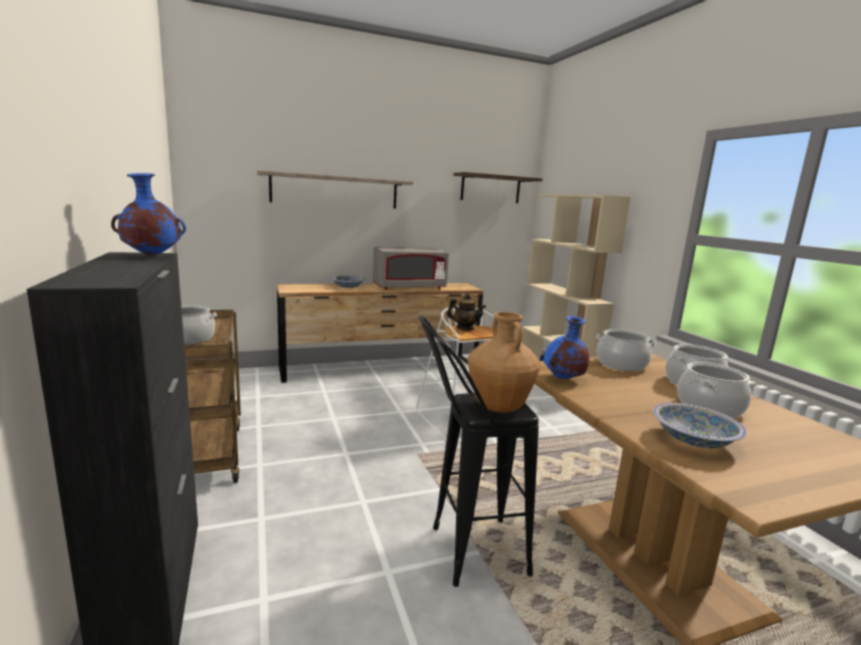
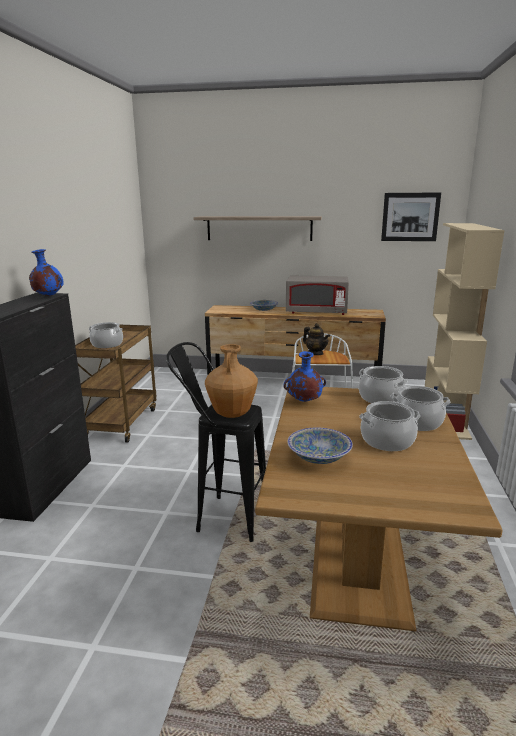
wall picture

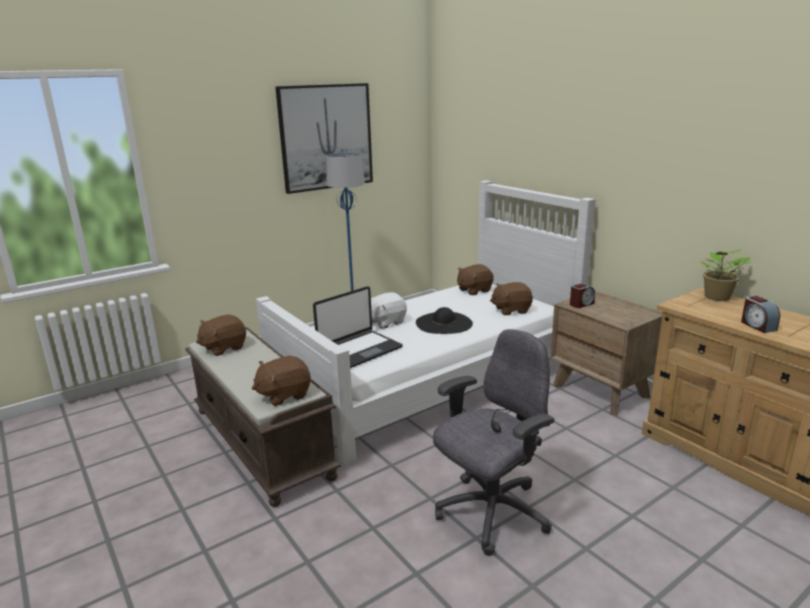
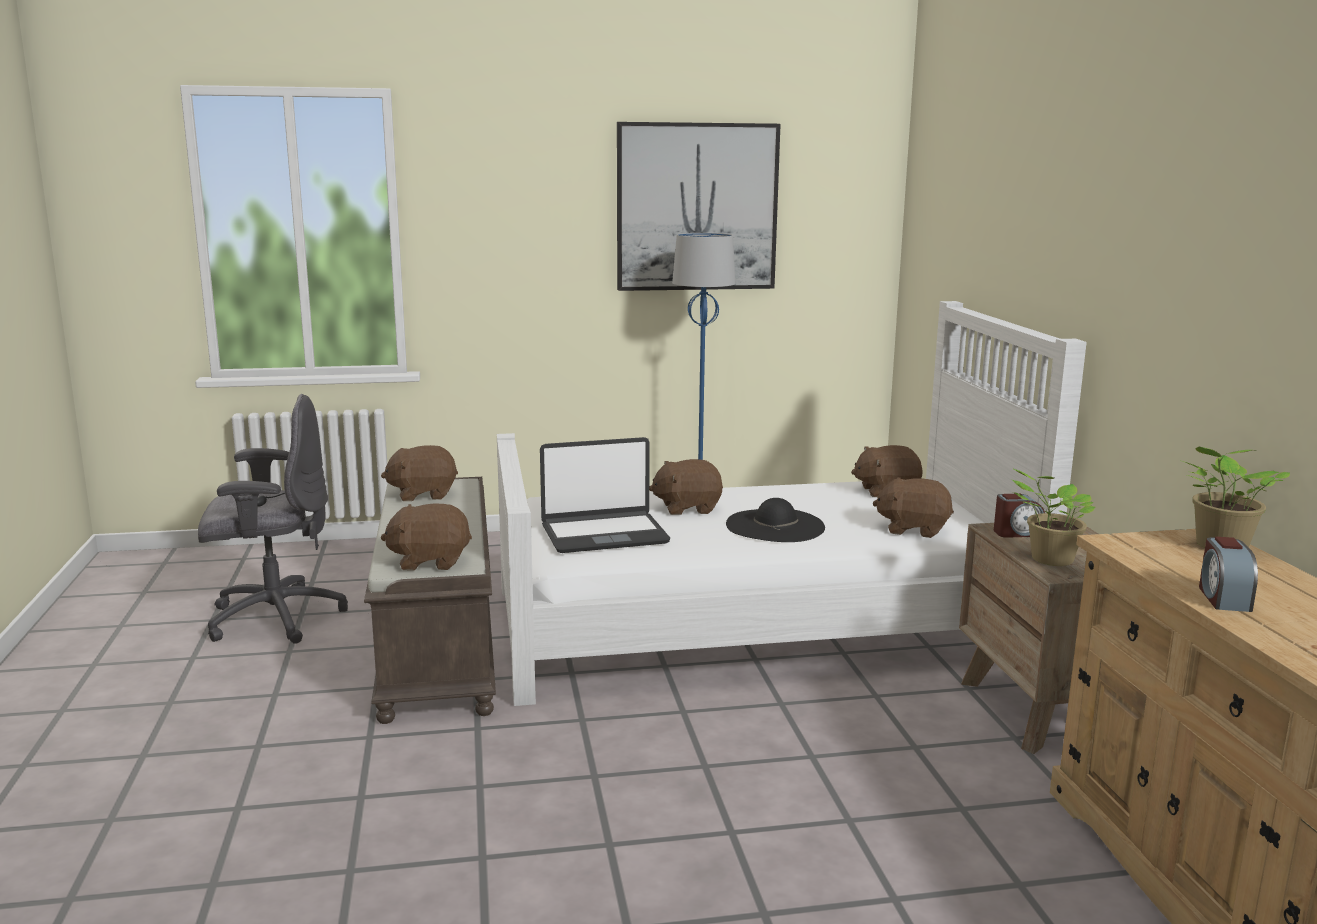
houseplant (1st from left); office chair (greyish); soft toy (brownish) (3rd from left)

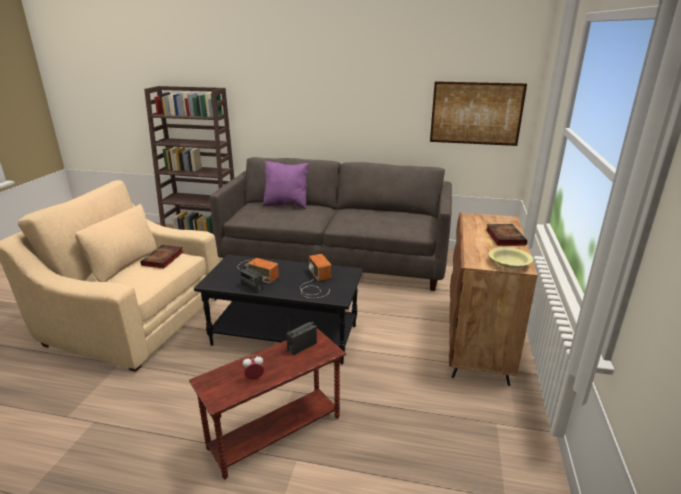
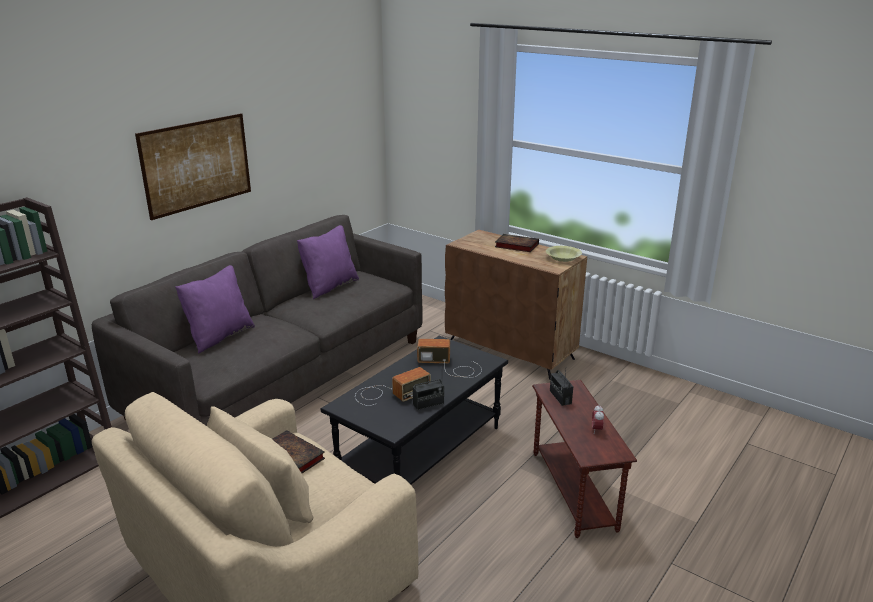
throw pillow (purplish) (2nd from left); wall picture

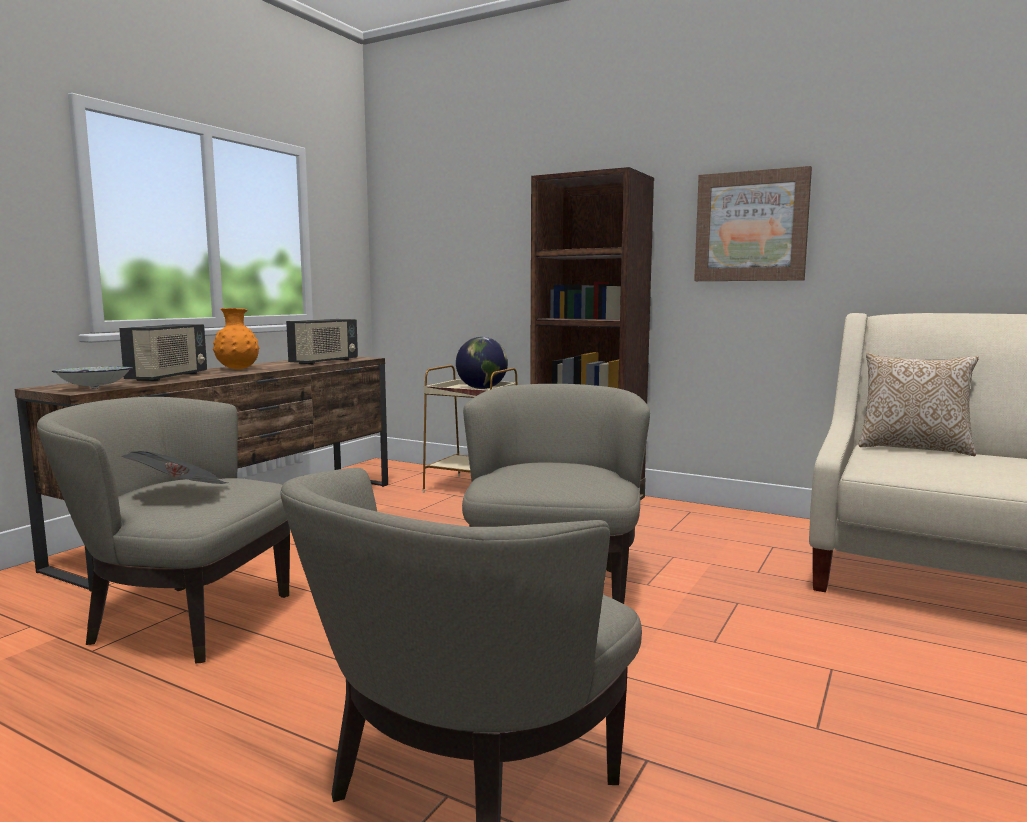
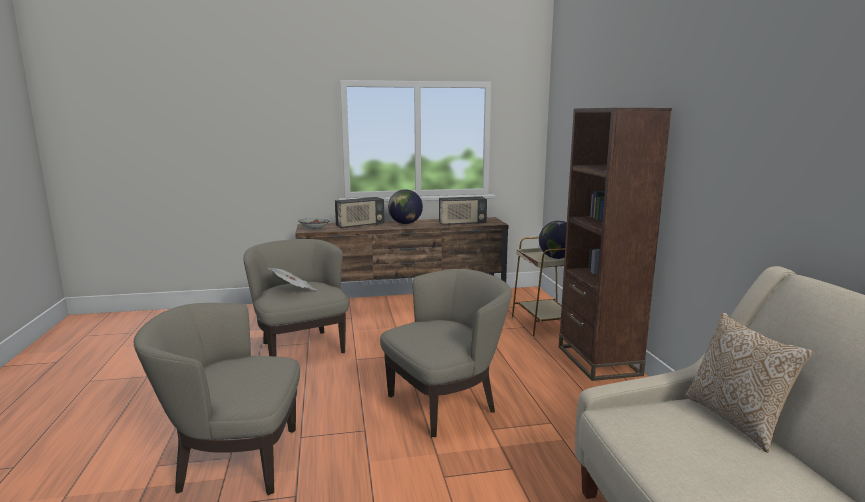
wall picture; world globe (1st from left)

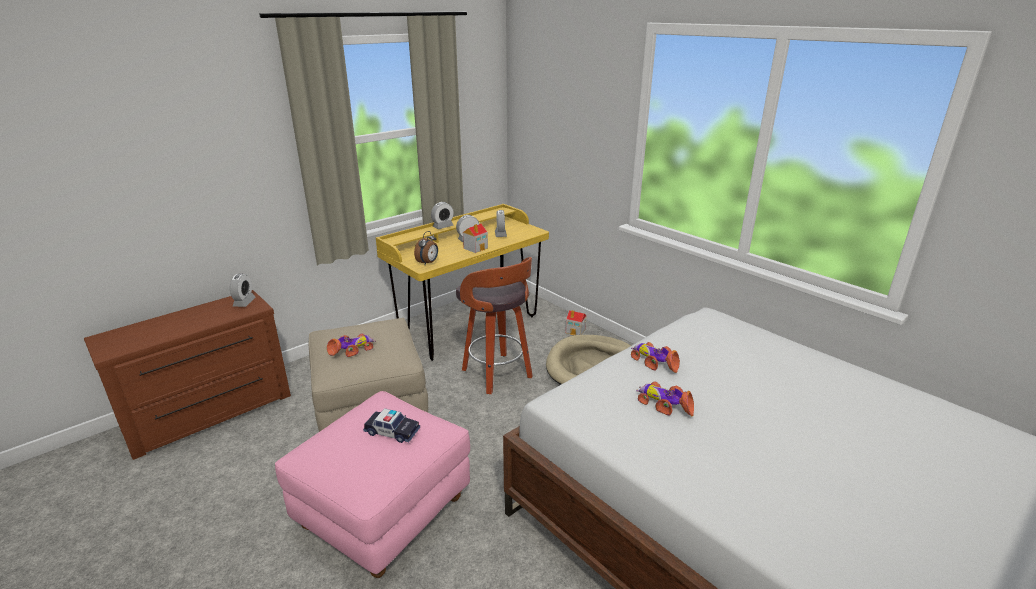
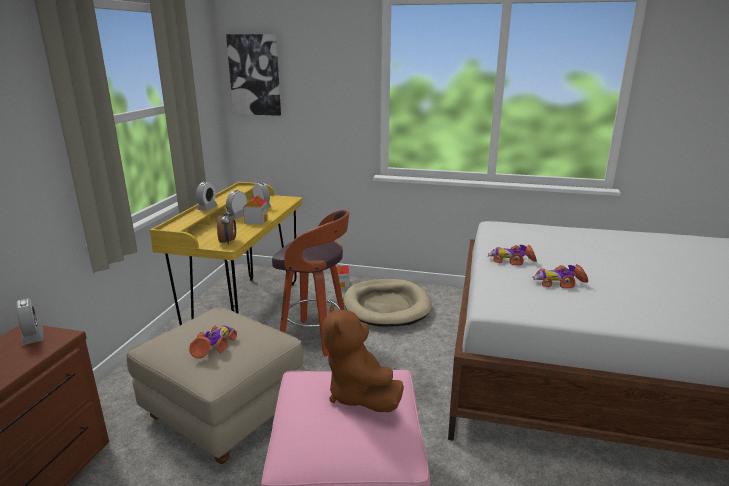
wall picture; soft toy (brownish)

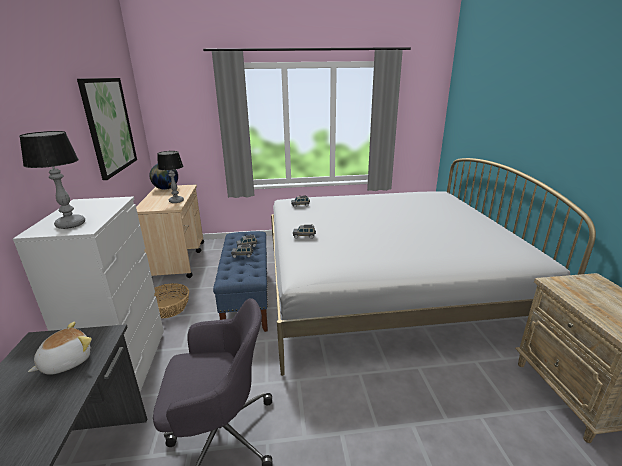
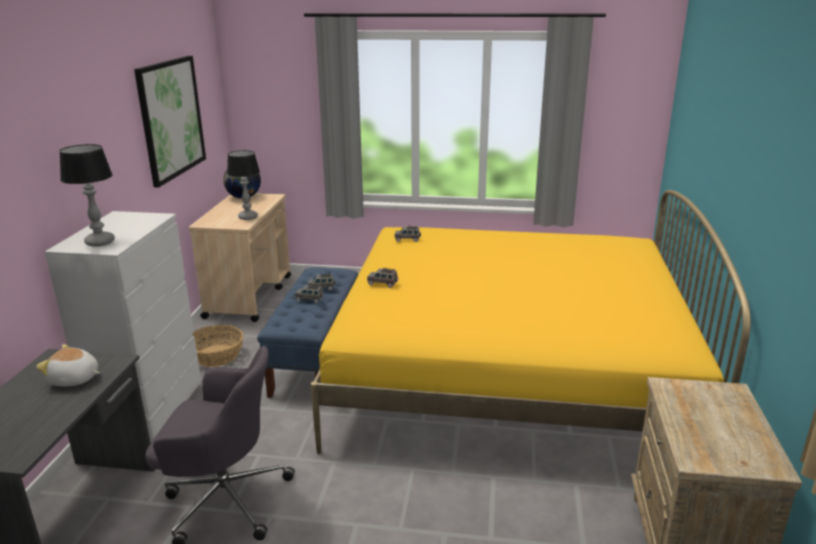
bedroom bed (yellowish); soft toy

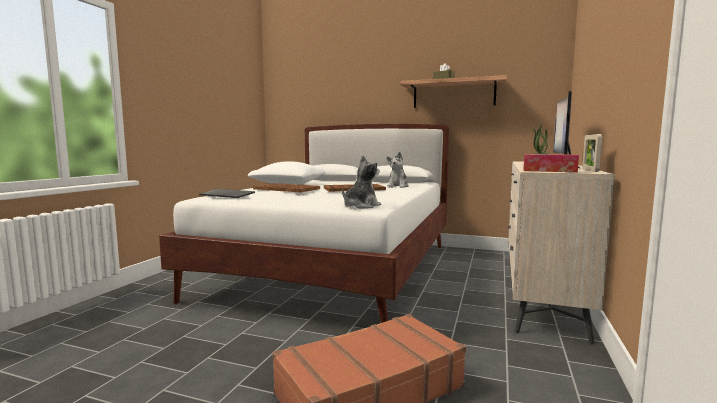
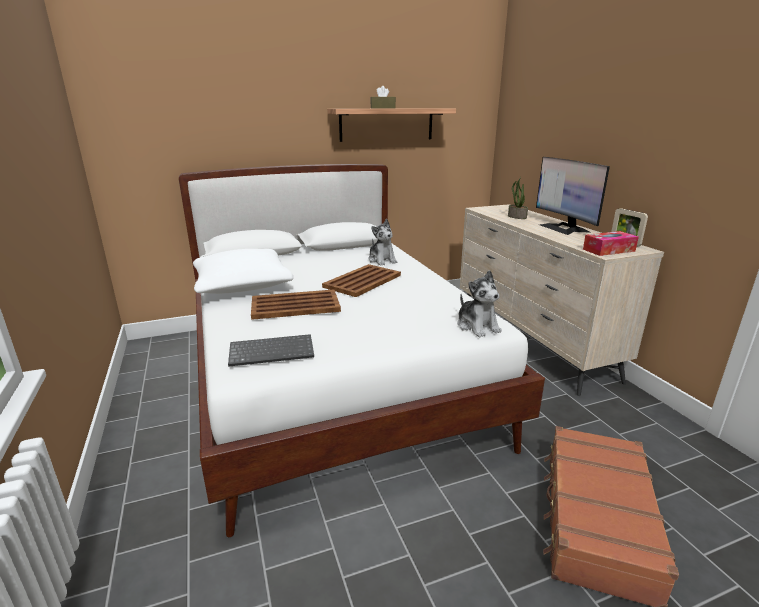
soft toy (2nd from left)

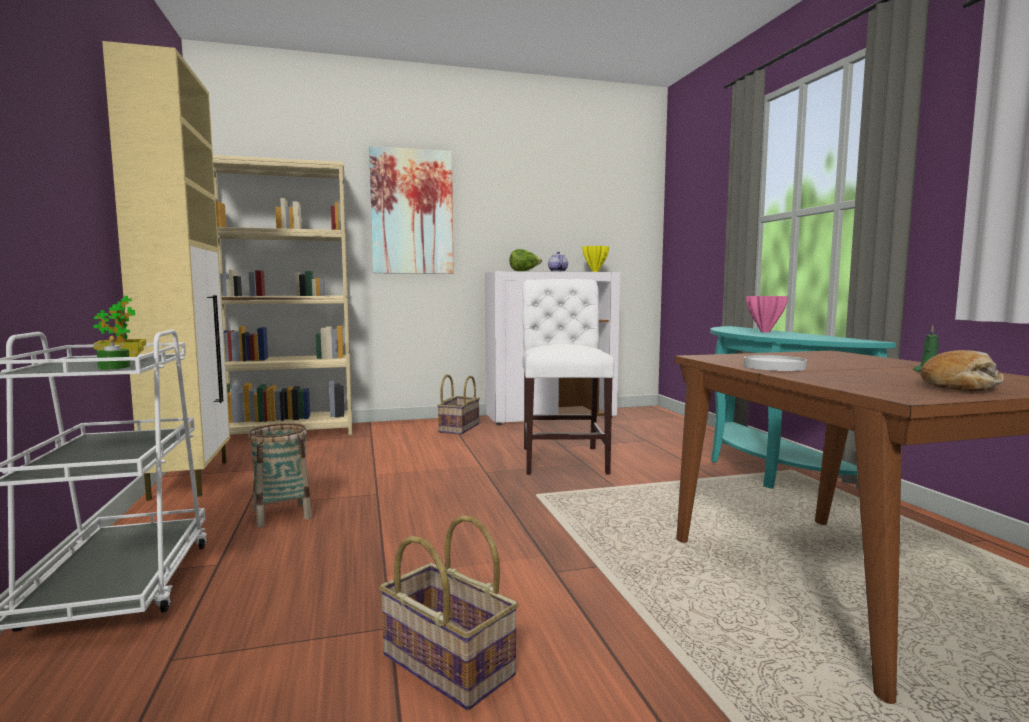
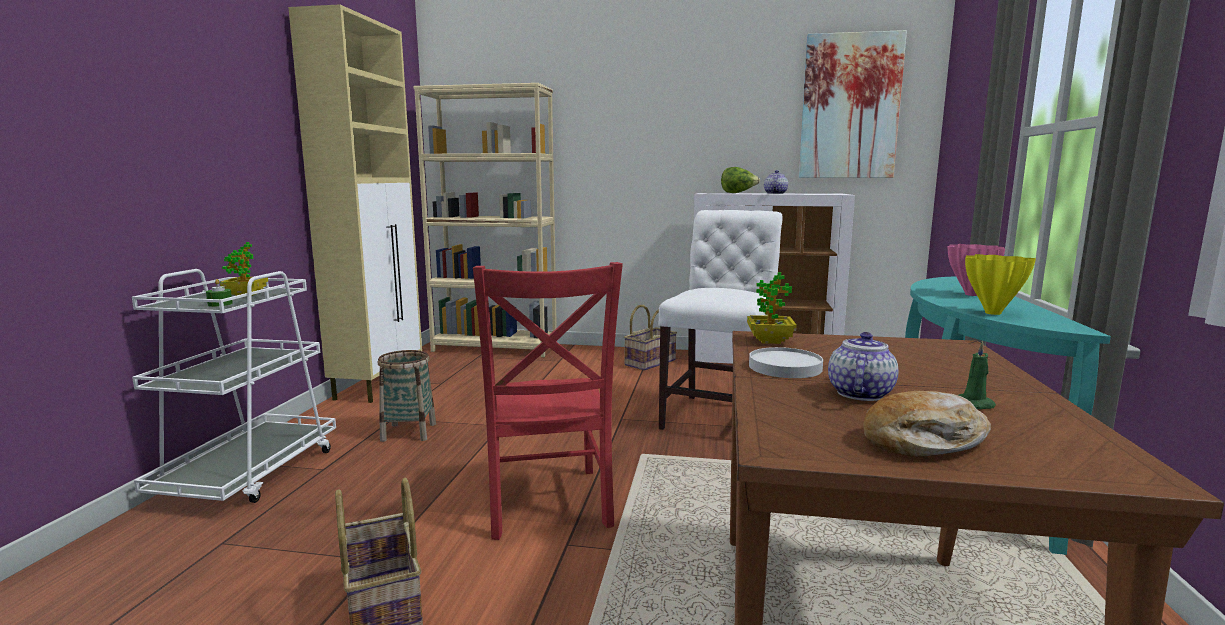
plain chair (red); houseplant (2nd from left); tea pot (2nd from left); wall picture; flower vase (yellowish)

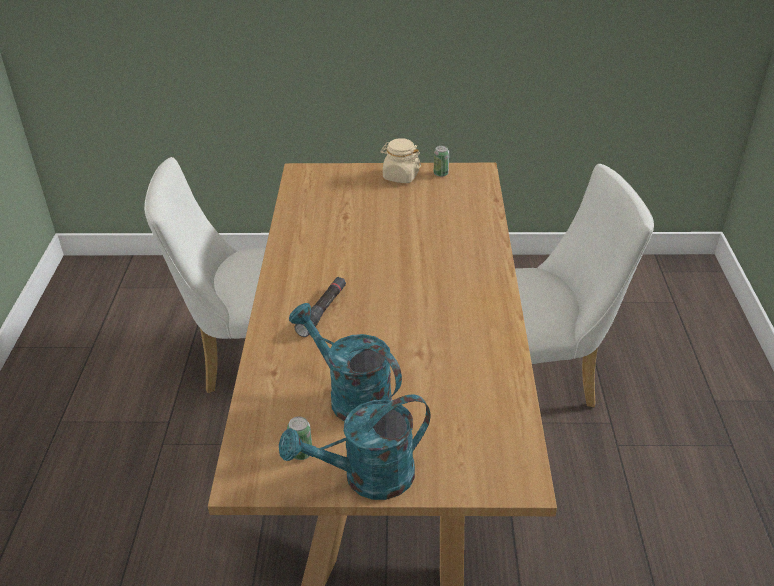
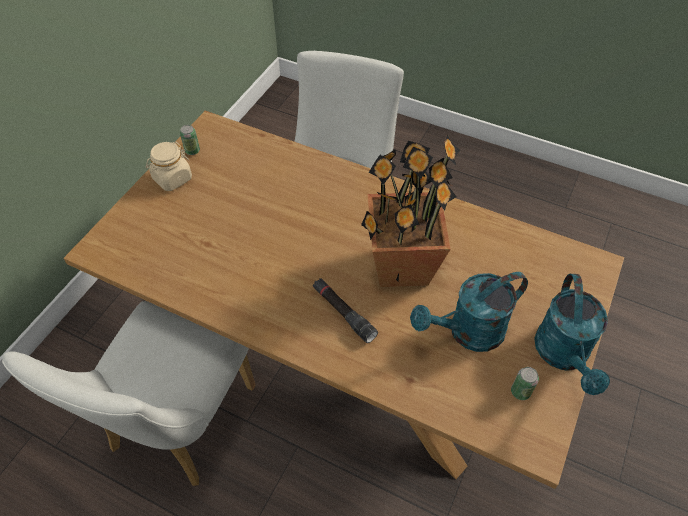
houseplant

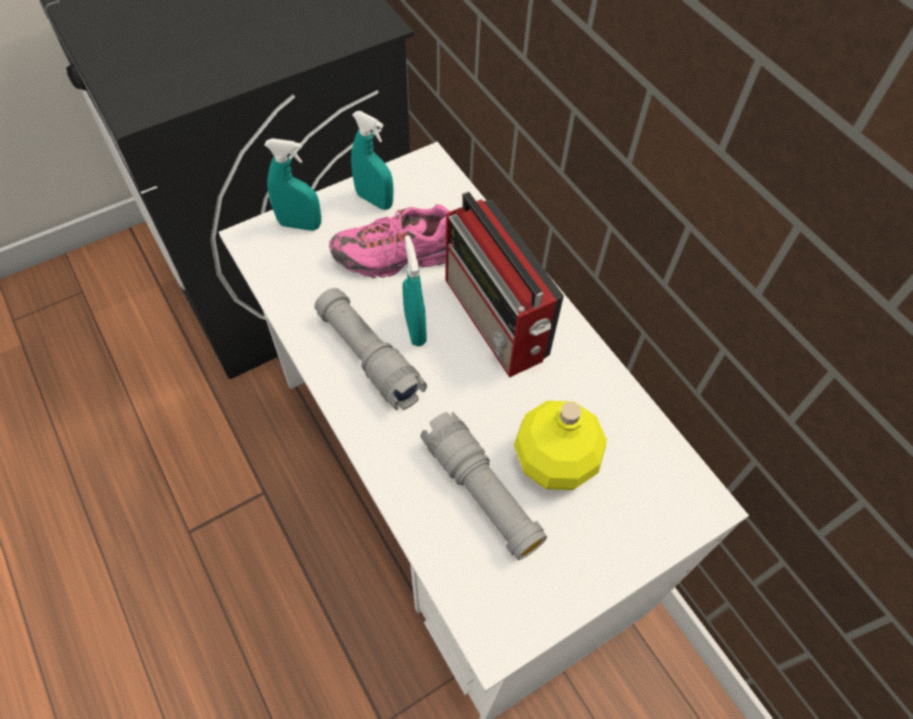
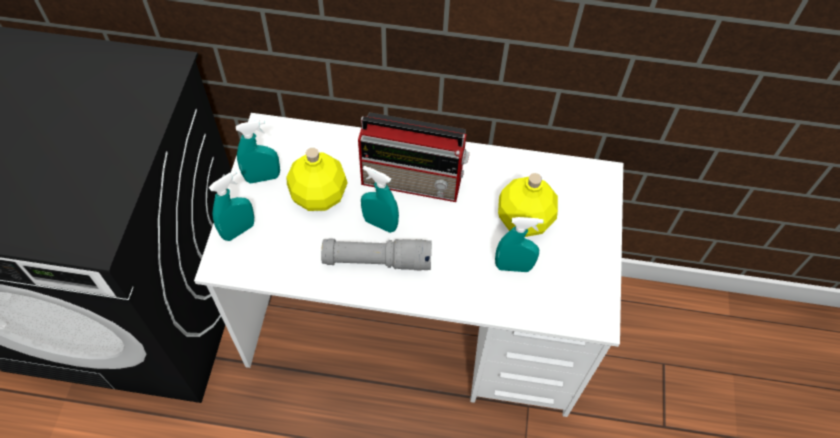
bottle (yellowish) (1st from left); sprayer (turquoise) (4th from left)

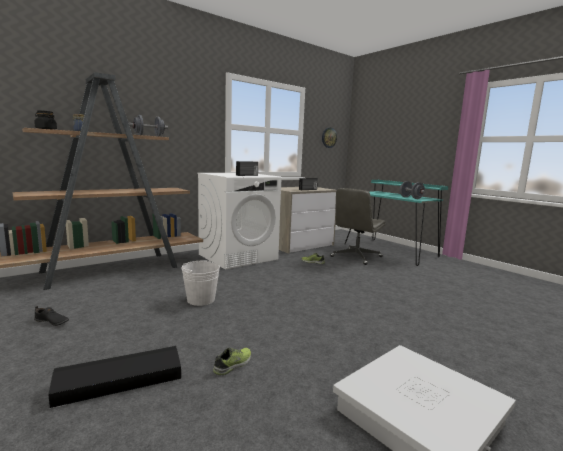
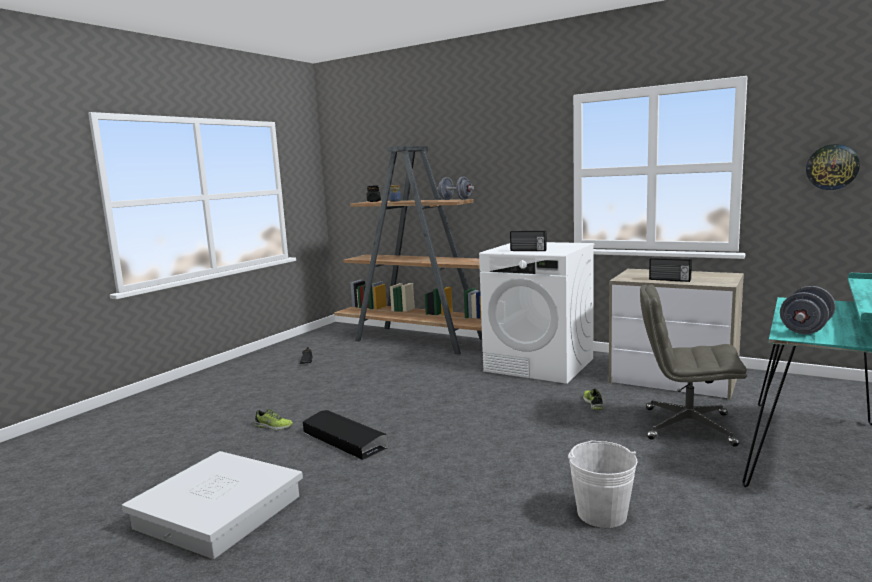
storage box (black-coloured); bucket (white-coloured)

